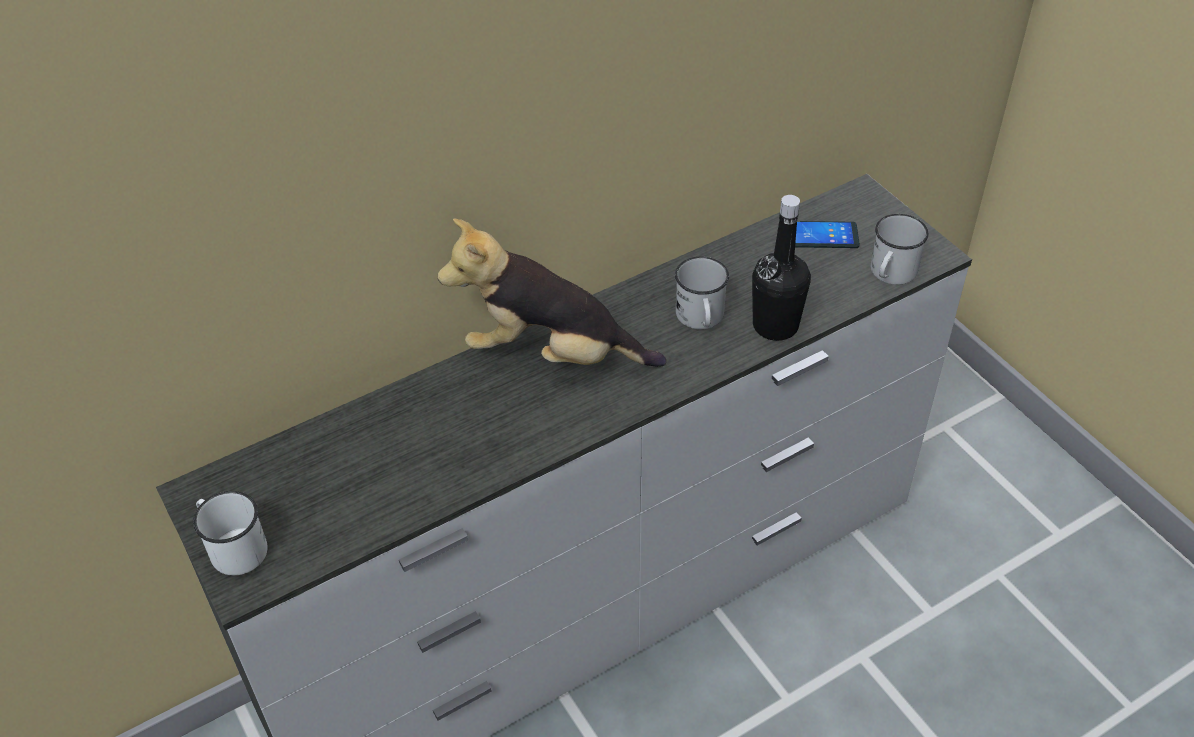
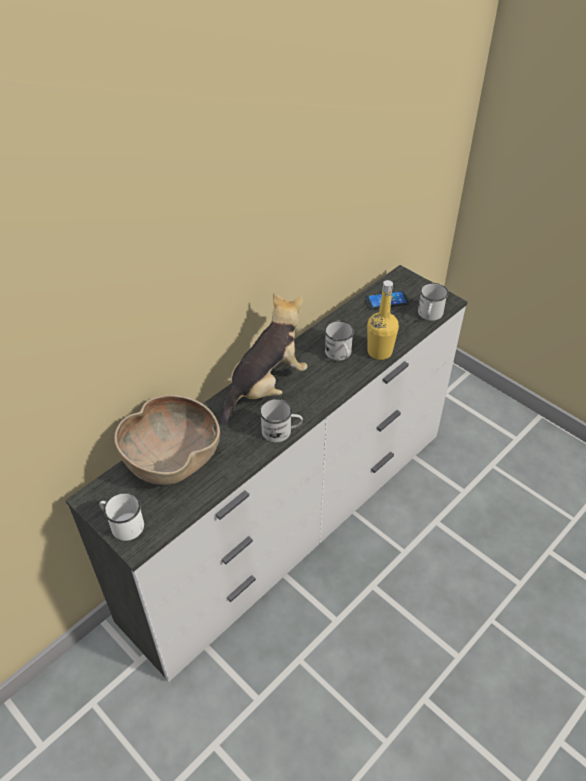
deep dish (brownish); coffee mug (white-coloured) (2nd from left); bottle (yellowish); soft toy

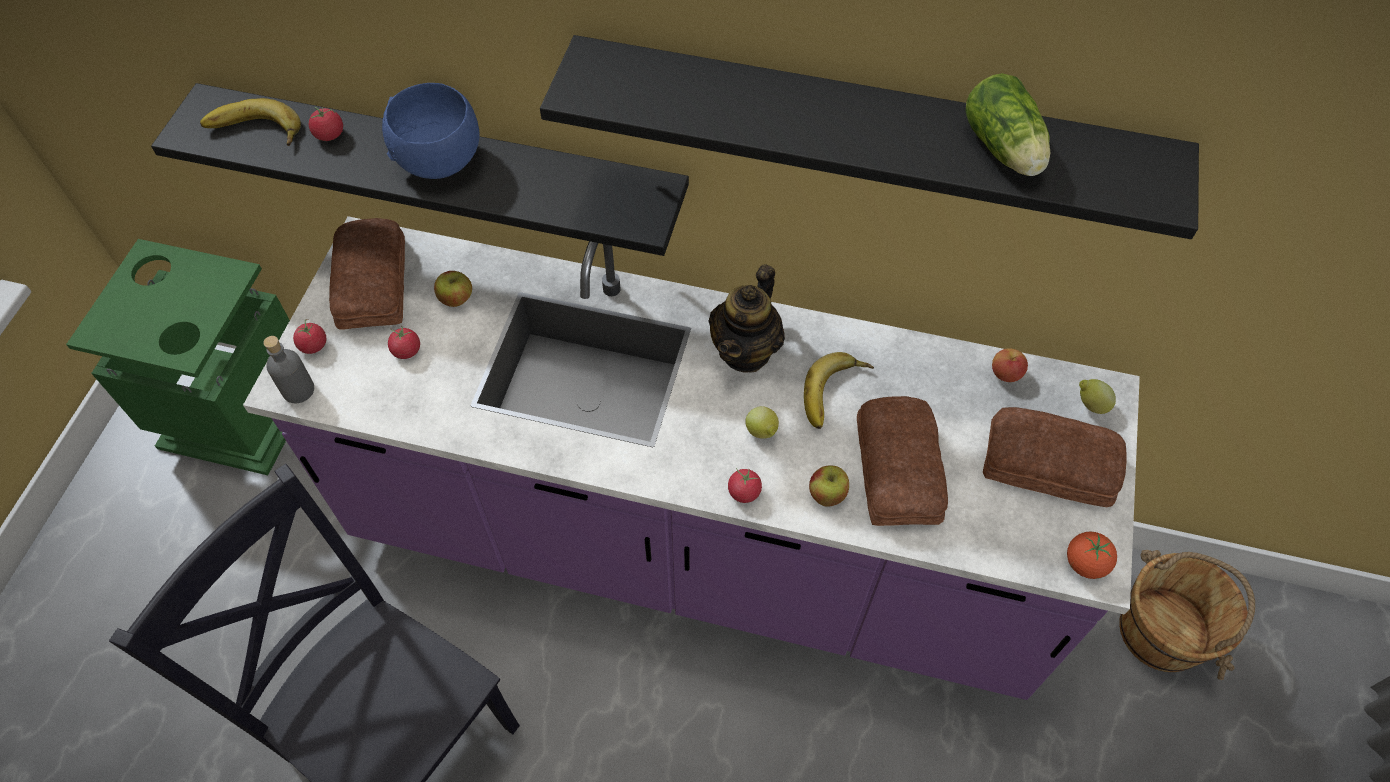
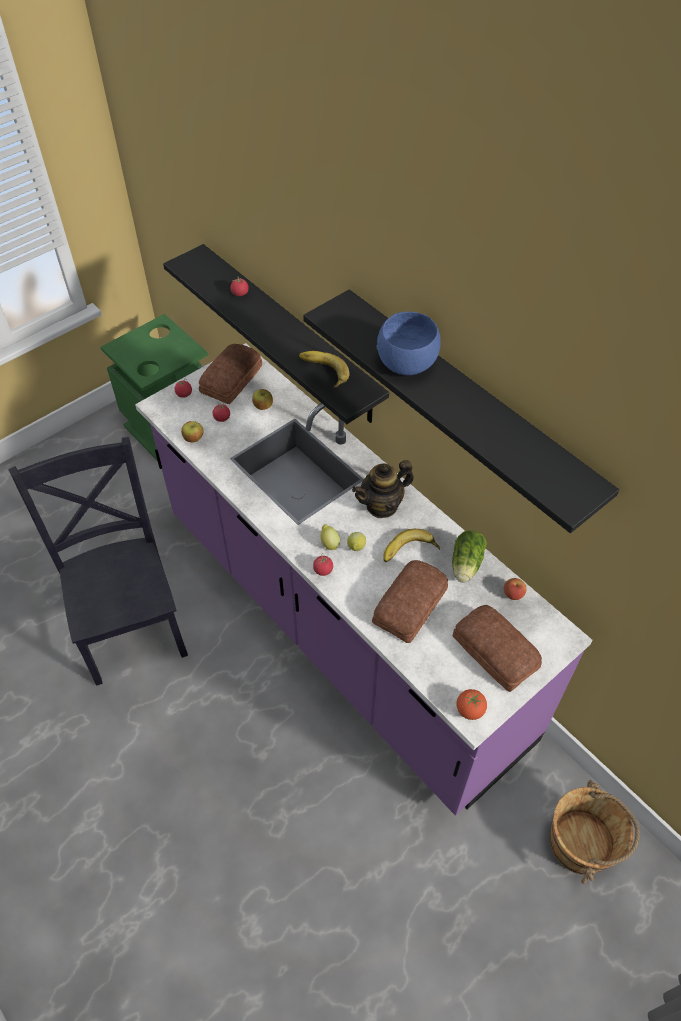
bottle (greyish); whole banana (1st from left); deep dish (blue-coloured); whole apple (1st from left); lettuce head; lemon (1st from left)

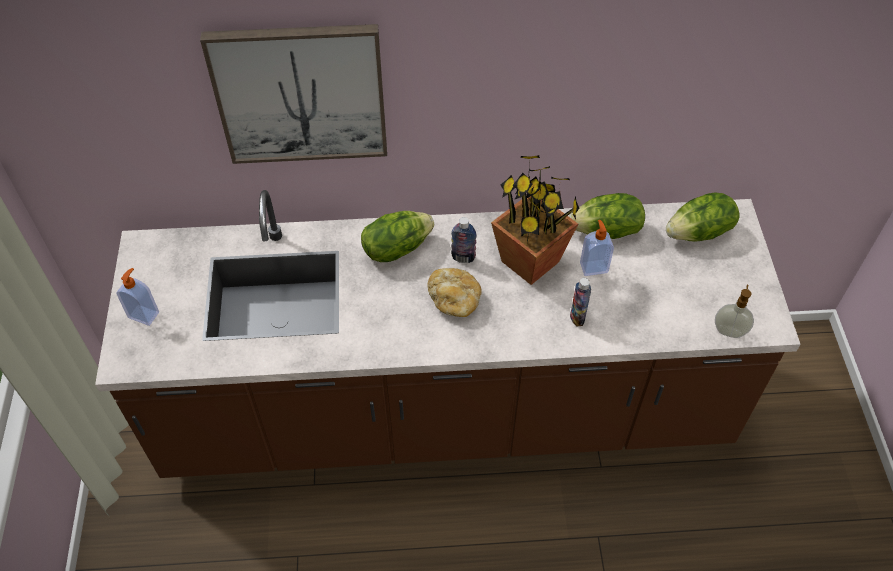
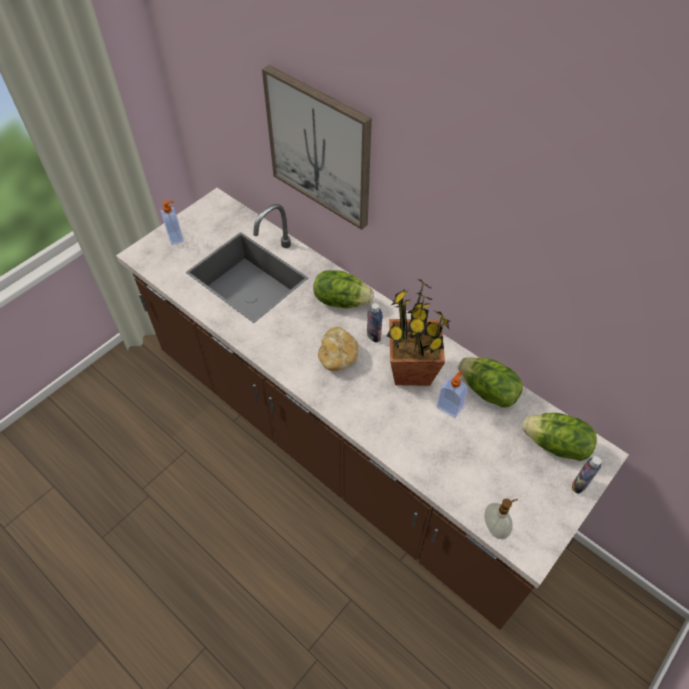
bottle (2nd from left)

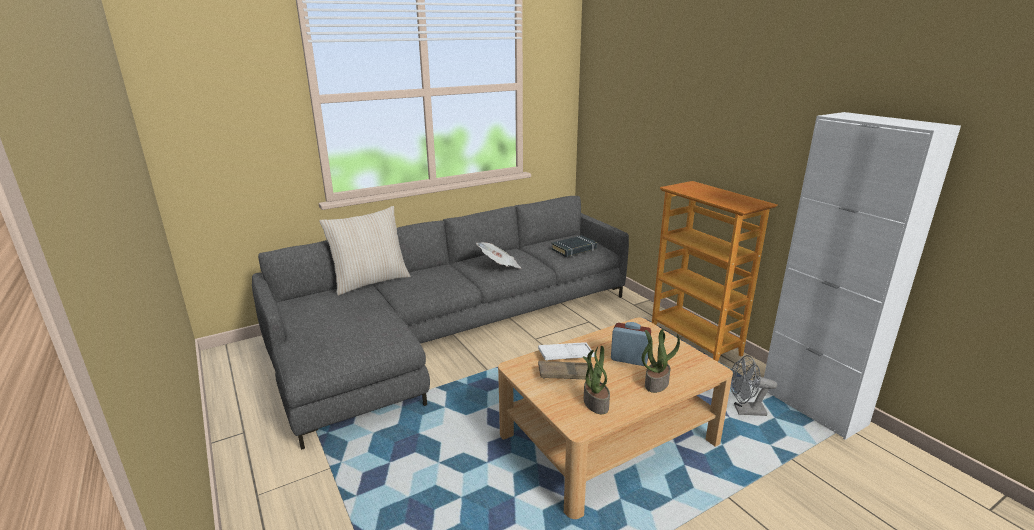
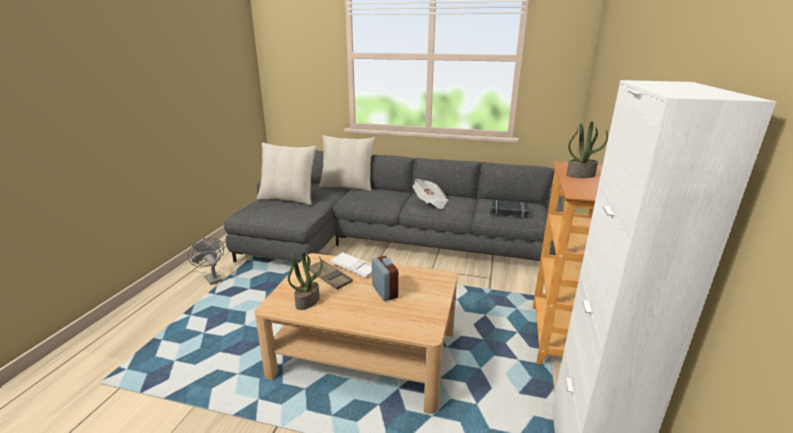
throw pillow (sand-coloured) (1st from left); houseplant (2nd from left); cooling fan (greyish)

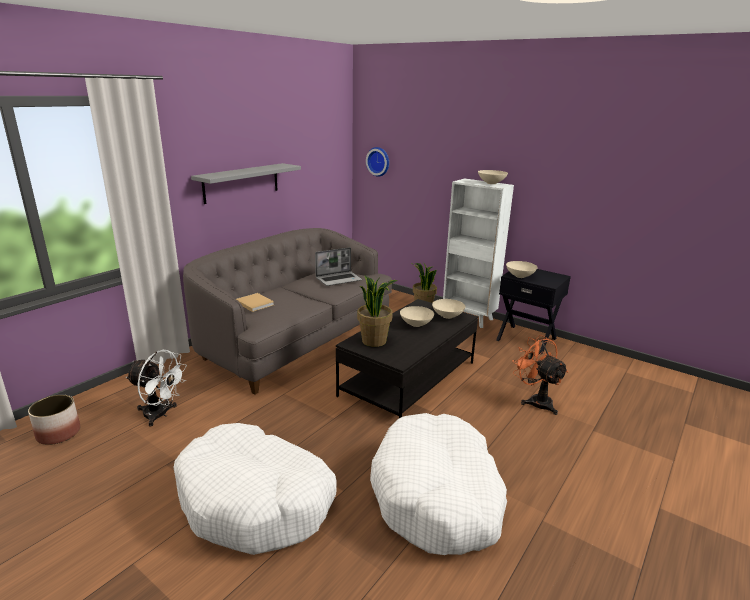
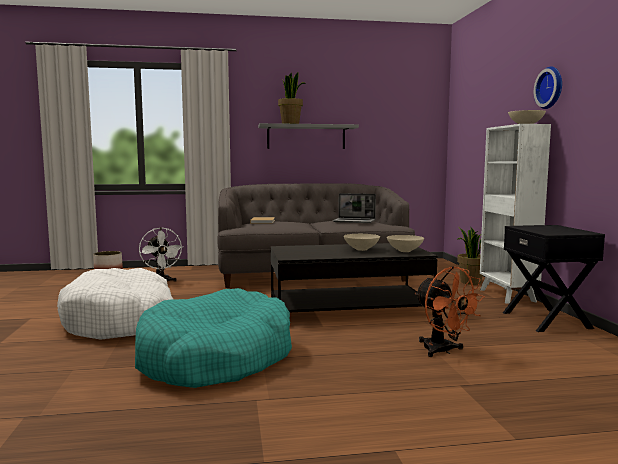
deep dish (sand-coloured) (4th from left in the first image); houseplant (1st from left); clock on the wall; dog bed (turquoise); cooling fan (orange-coloured)

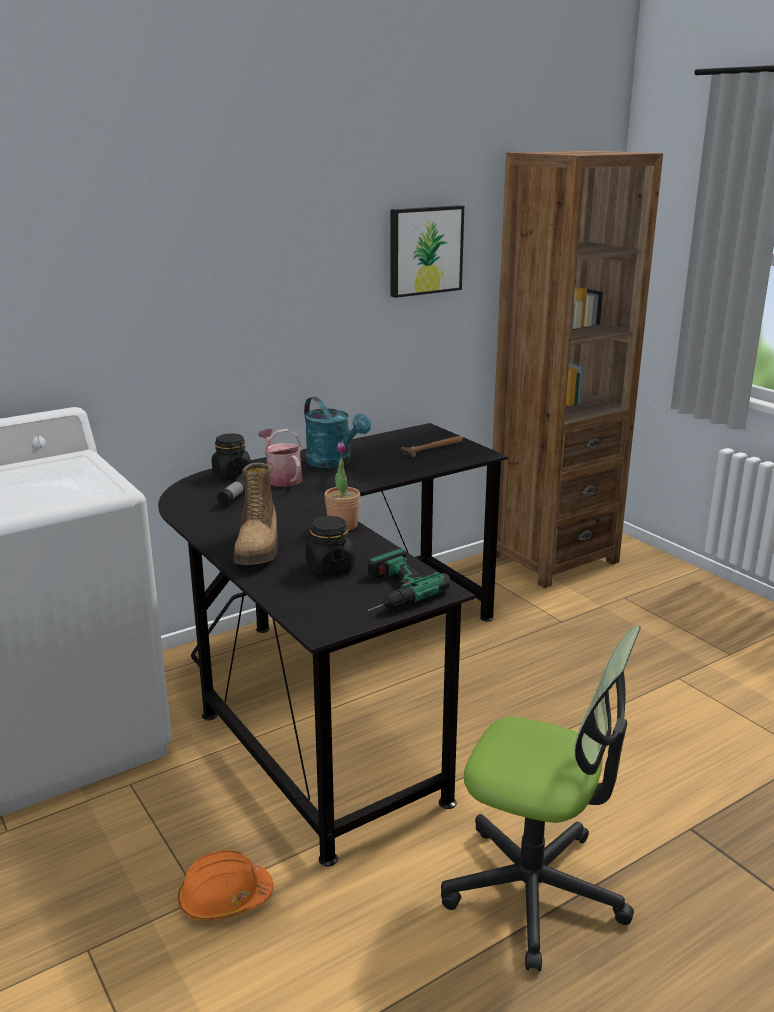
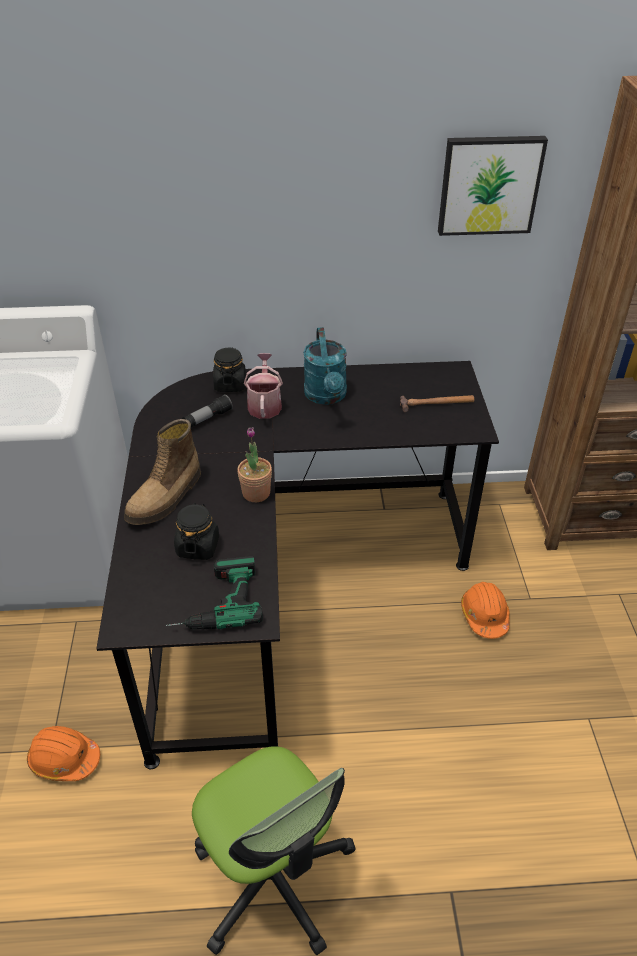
work helmet (orange-coloured) (2nd from left)

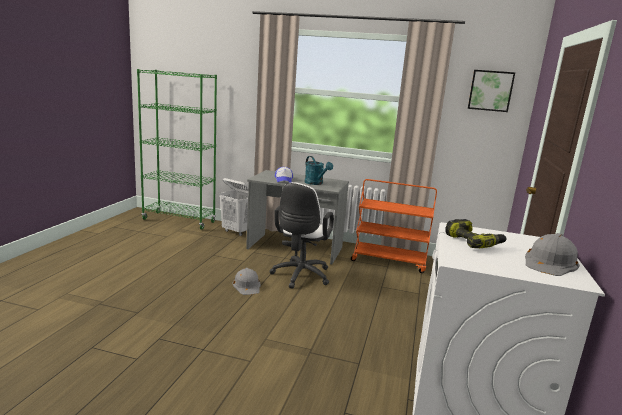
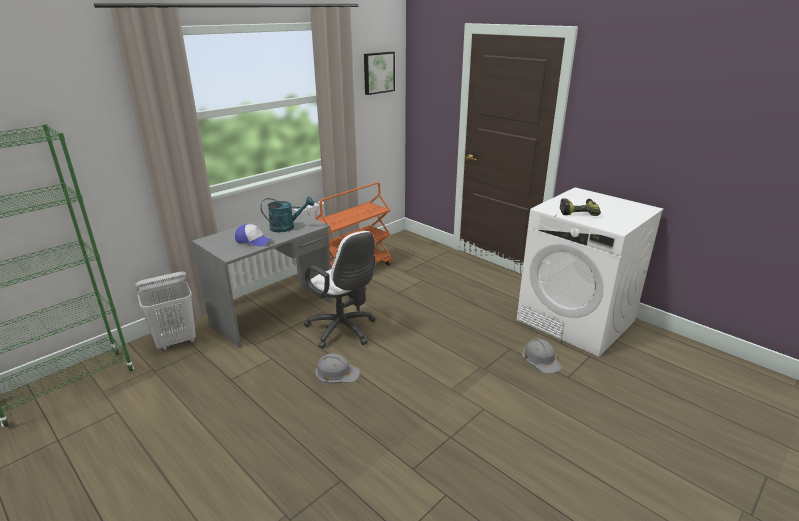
work helmet (greyish) (2nd from left)

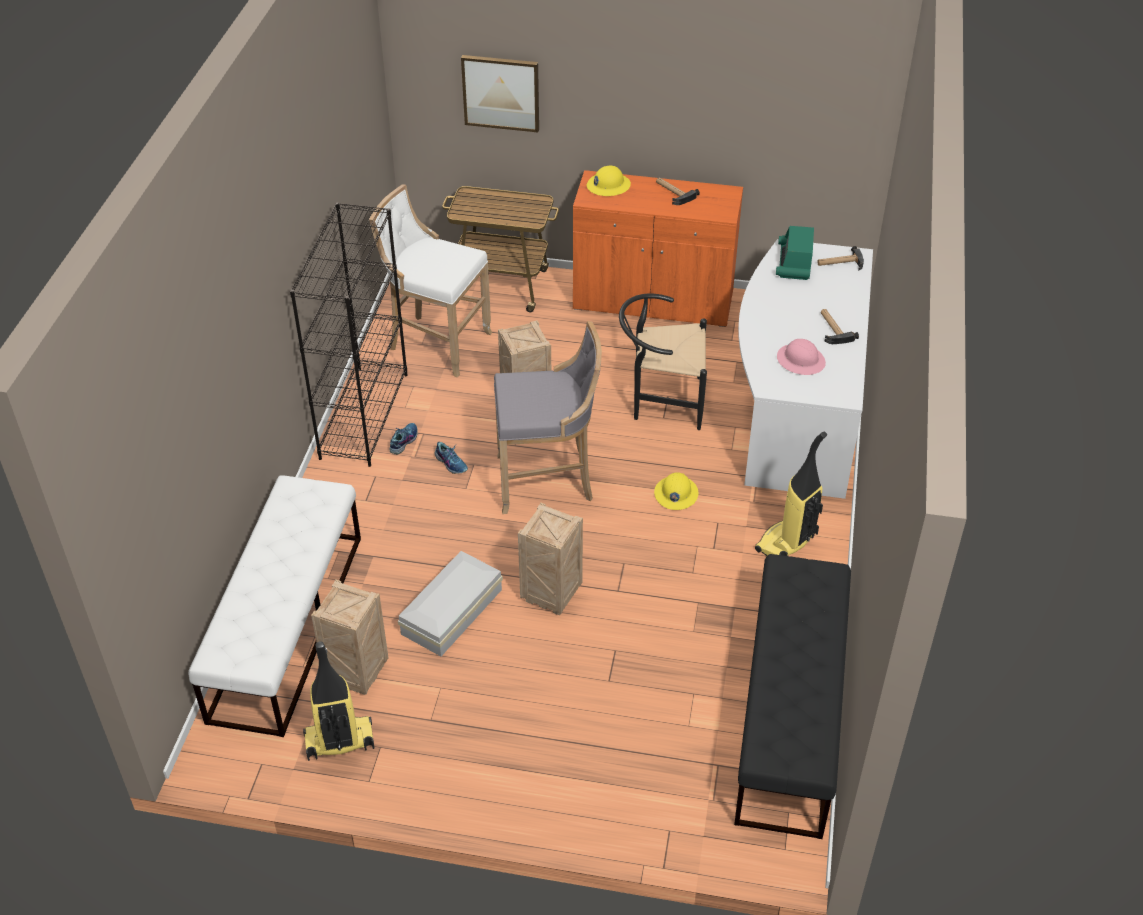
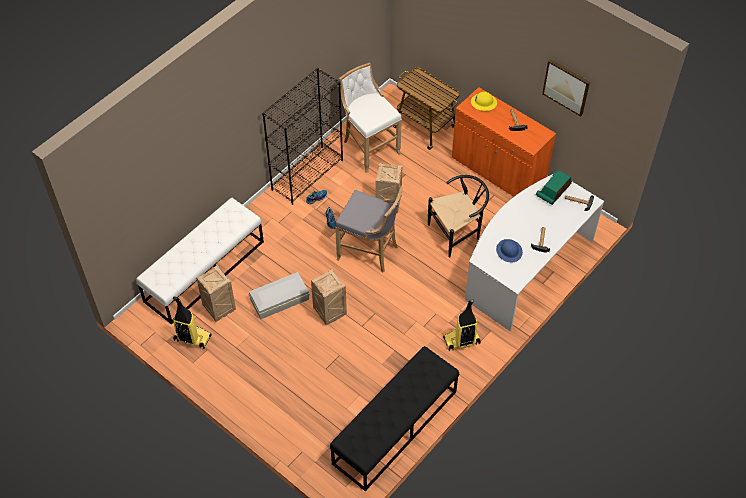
work helmet (yellowish) (2nd from left in the first image); wall picture; work helmet (blue-coloured); plain chair (black-coloured)

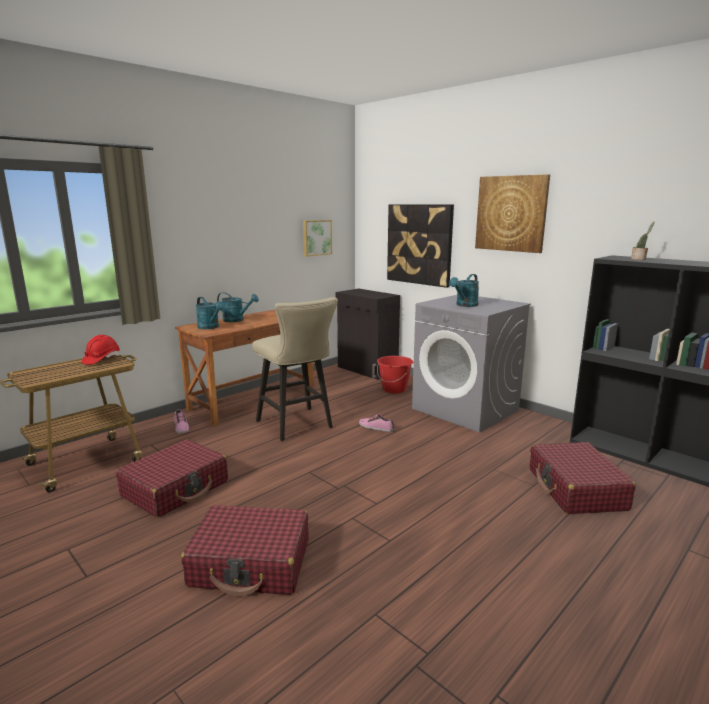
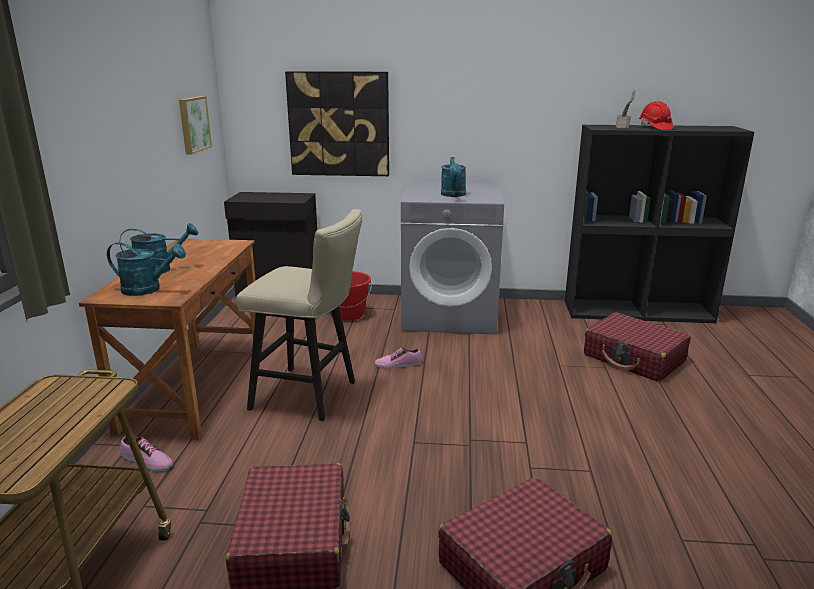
wall picture (3rd from left in the first image); work helmet (red)

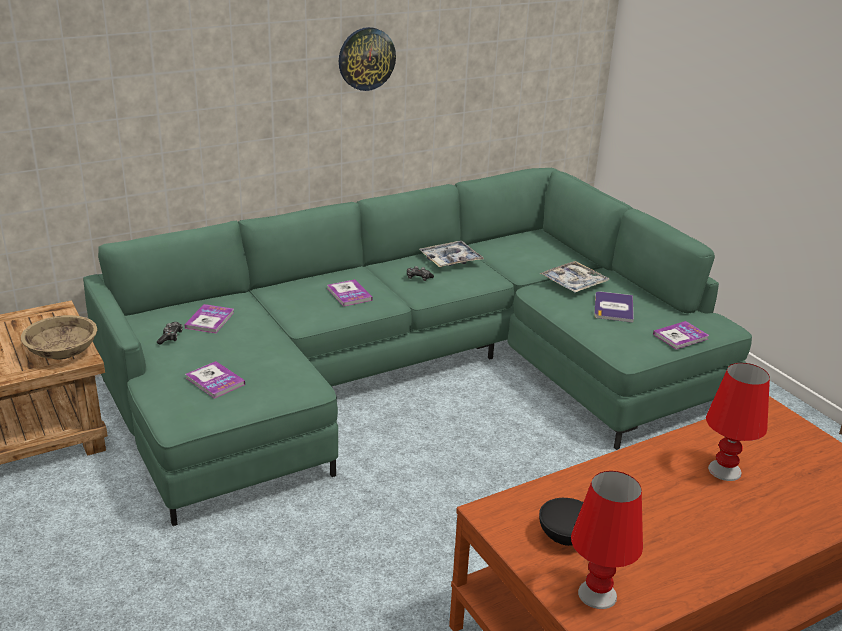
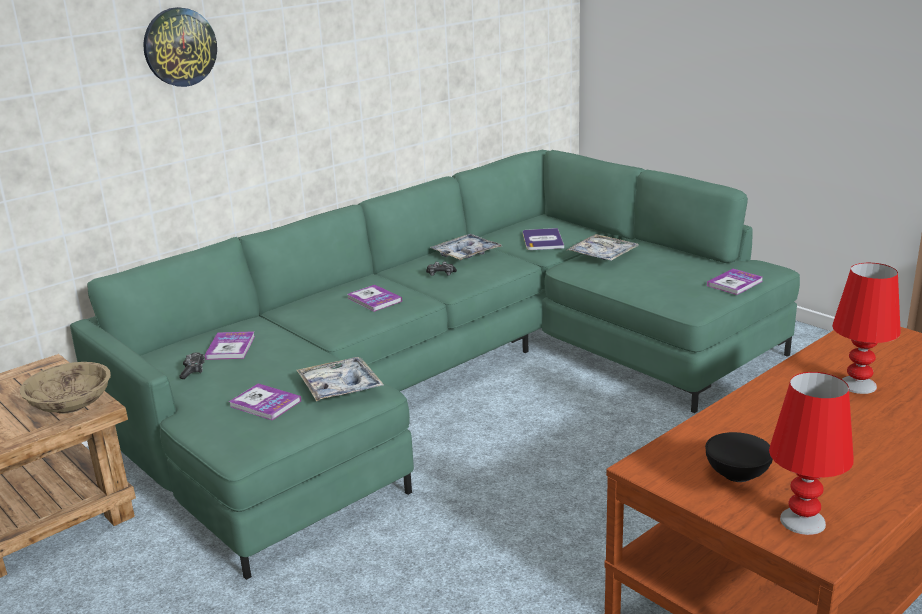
serving tray (1st from left); clock on the wall; volume (4th from left)

